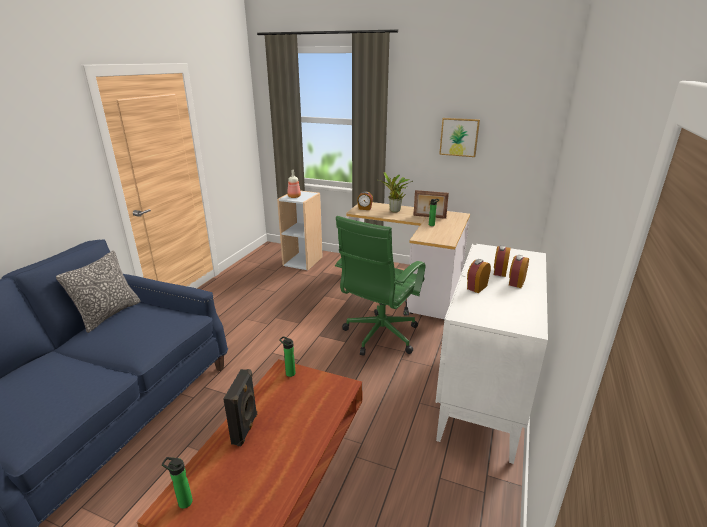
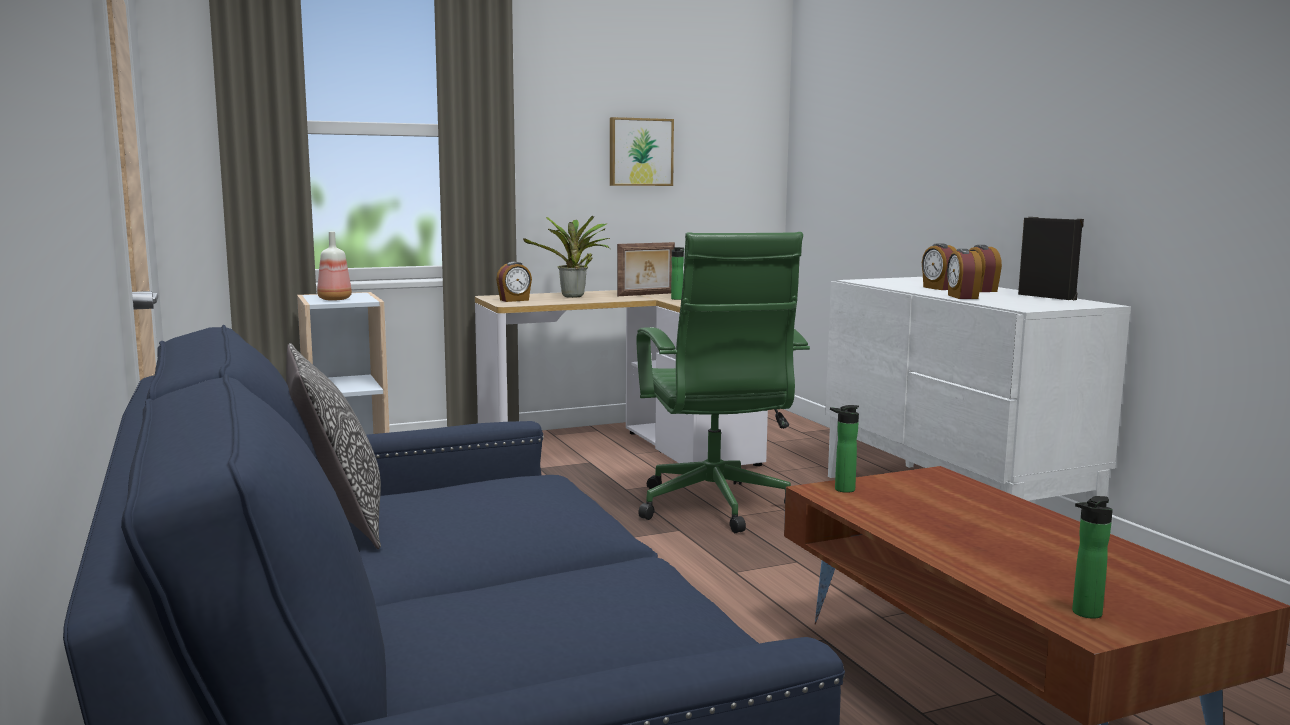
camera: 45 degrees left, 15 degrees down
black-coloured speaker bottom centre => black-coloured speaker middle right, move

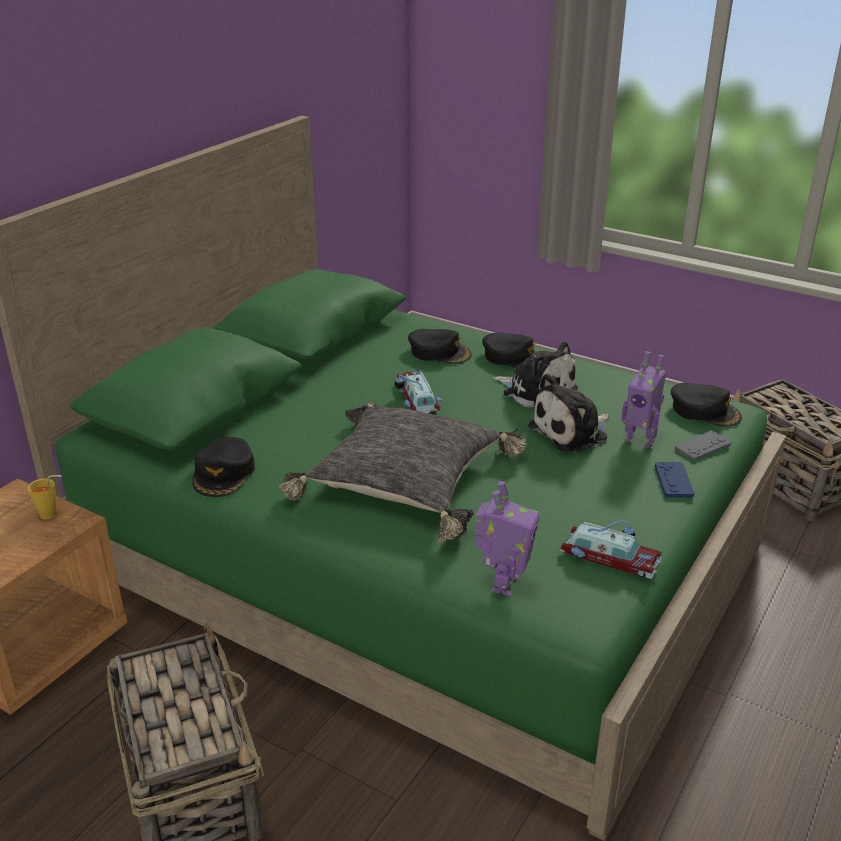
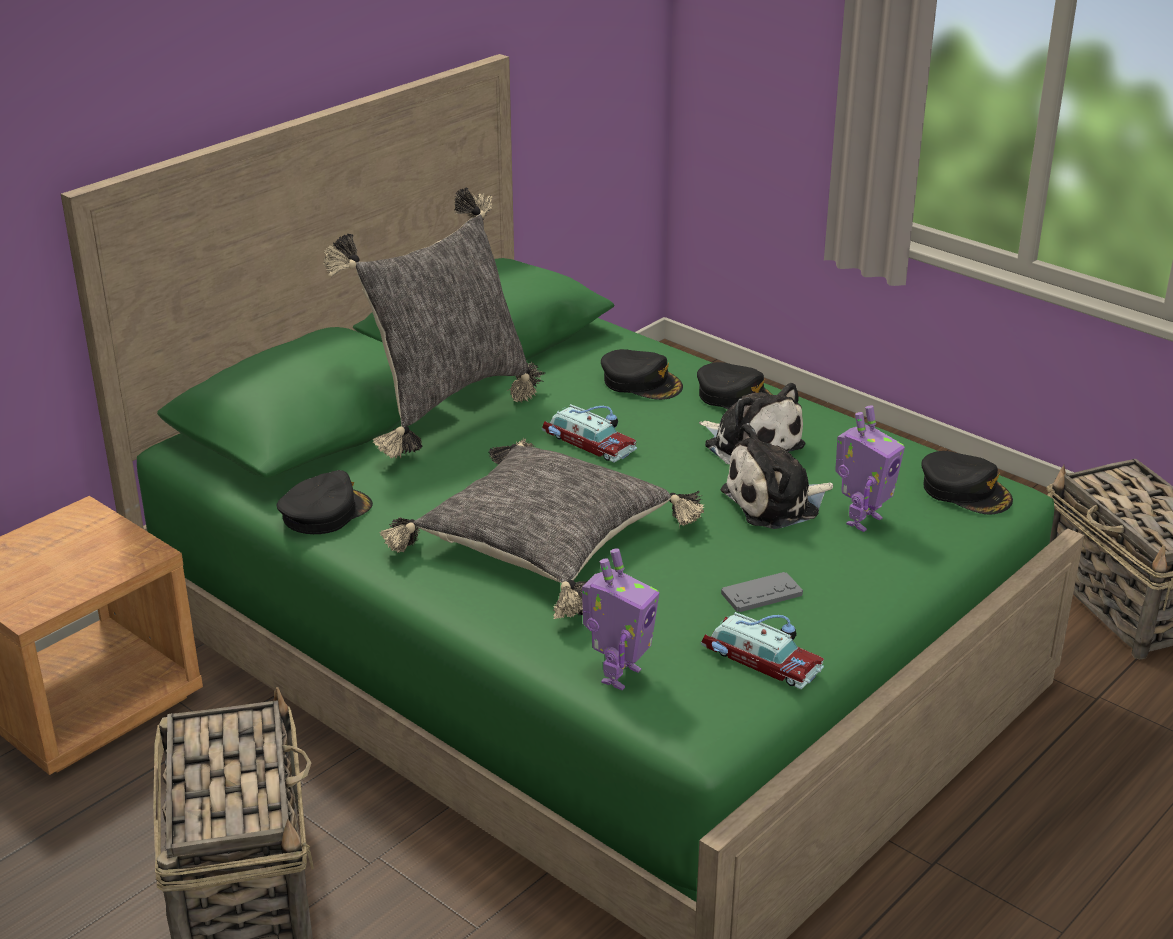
camera: 10 degrees right, 0 degrees up
model robot (2nd from left) middle right, 90 degrees counterclockwise
miniature car (1st from left) centre, 135 degrees clockwise
grey joypad middle right => grey joypad centre, move
black-coloured cap (1st from left) middle left, 150 degrees counterclockwise
blue joypad middle right => nothing
yellow cup middle left => nothing
nothing => cushion (1st from left) centre

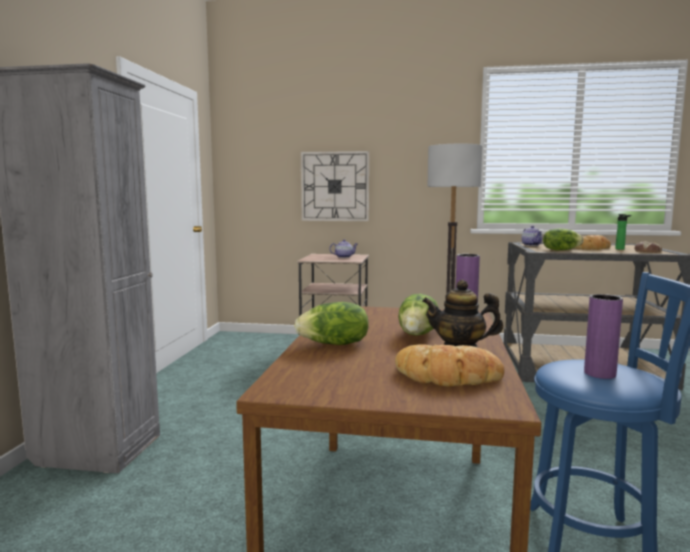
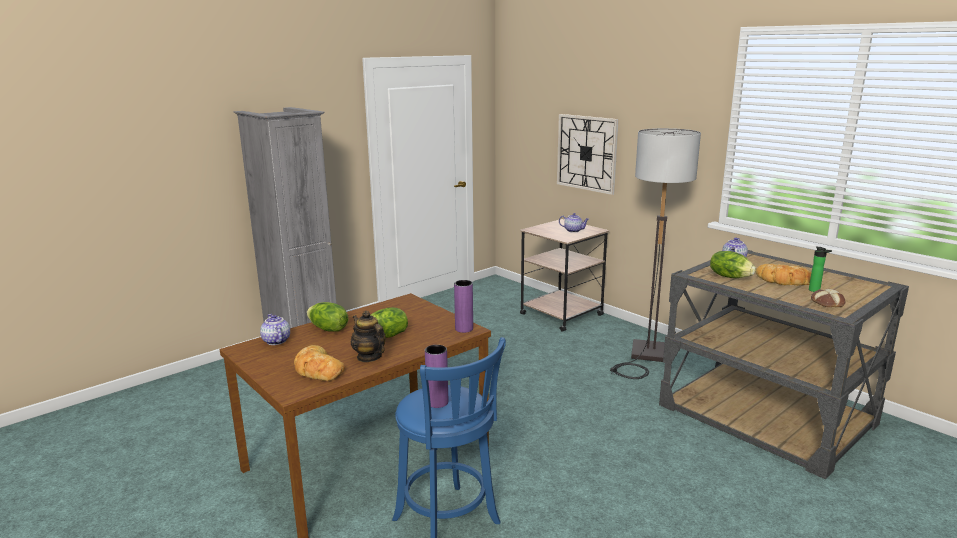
camera: 40 degrees right, 10 degrees up
nothing => tea pot (1st from left) middle left

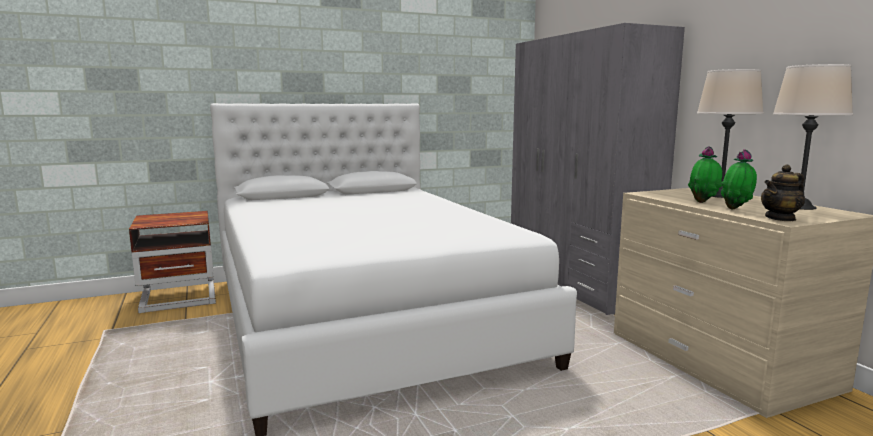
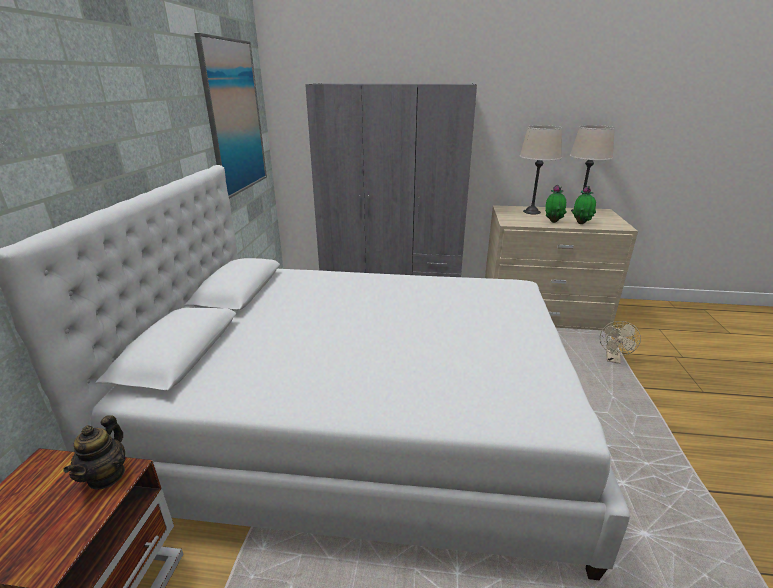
camera: 60 degrees left, 15 degrees up
tea pot middle right => tea pot bottom left, move
nothing => picture top left
nothing => sand-coloured fan middle right

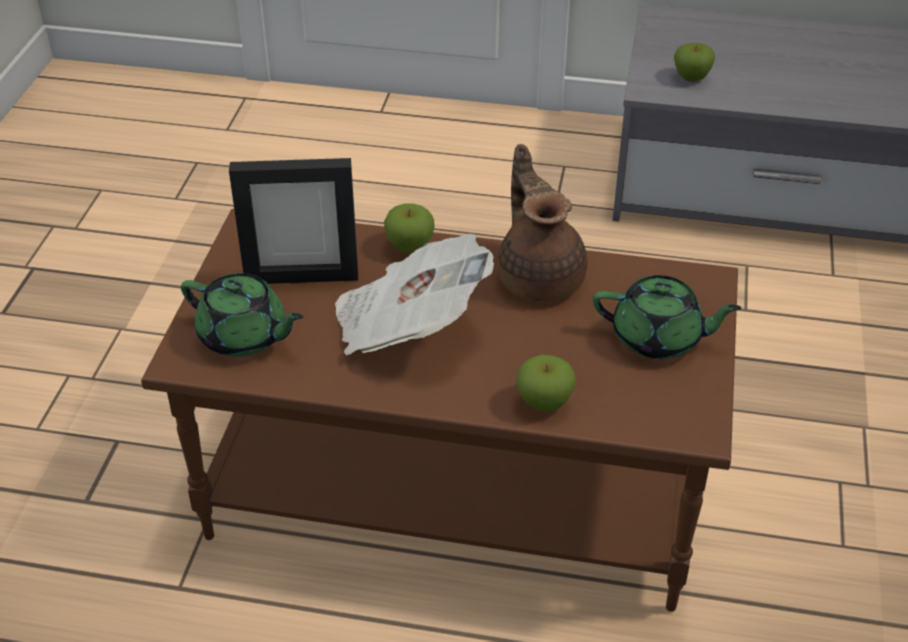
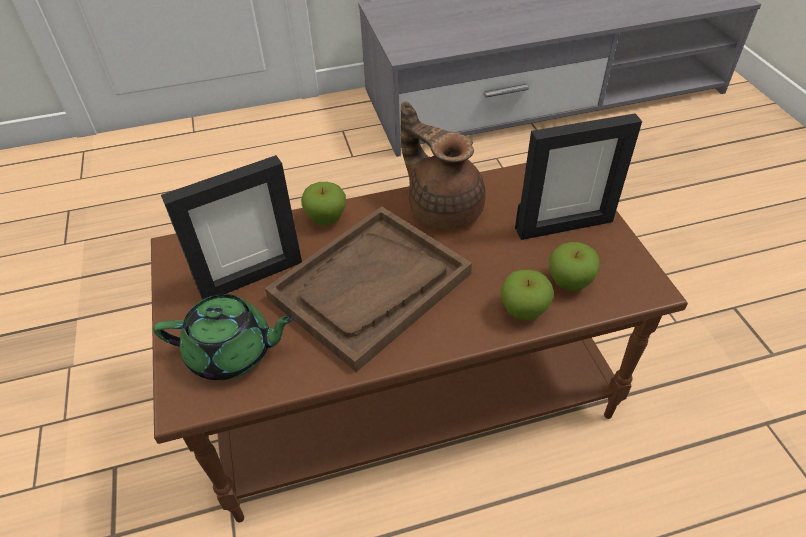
camera: 25 degrees left, 5 degrees up
whole apple (3rd from left) top right => whole apple (3rd from left) middle right, move
printed paper centre => brownish carrying tray centre
green-coloured tea pot (2nd from left) middle right => photo frame (2nd from left) top right

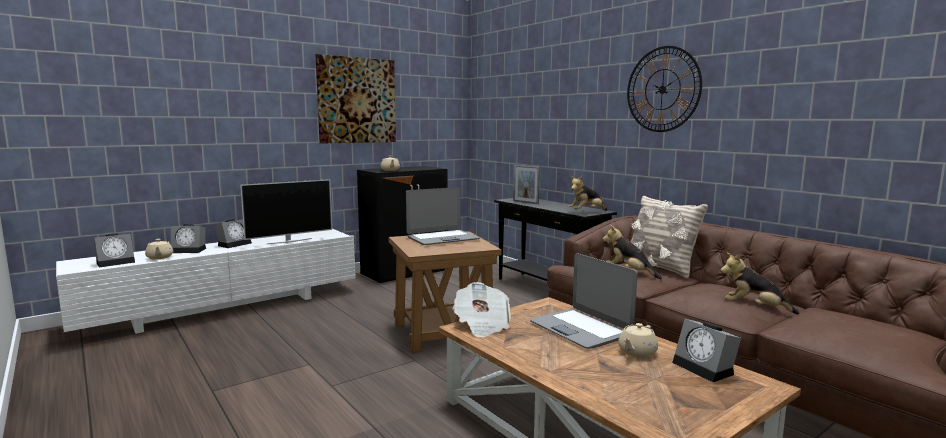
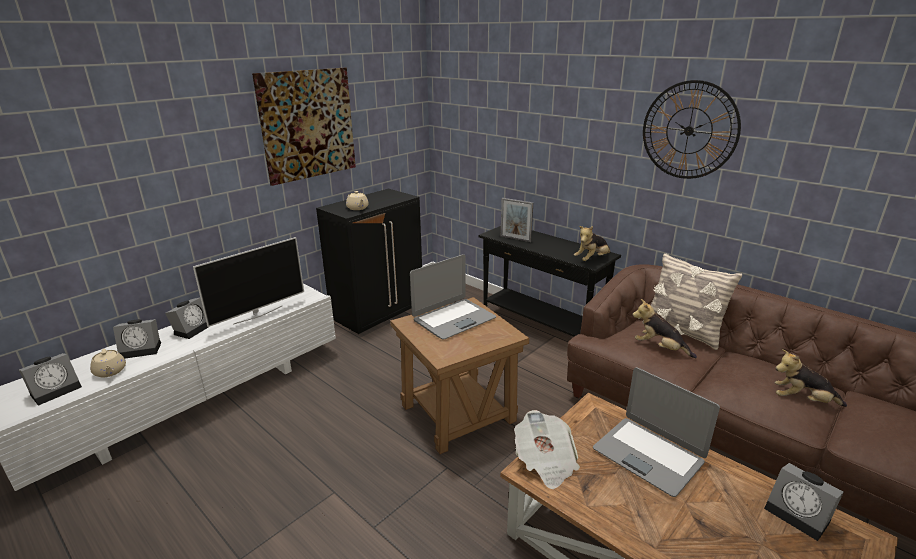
camera: 10 degrees left, 15 degrees up
sand-coloured tea pot (3rd from left) bottom right => nothing

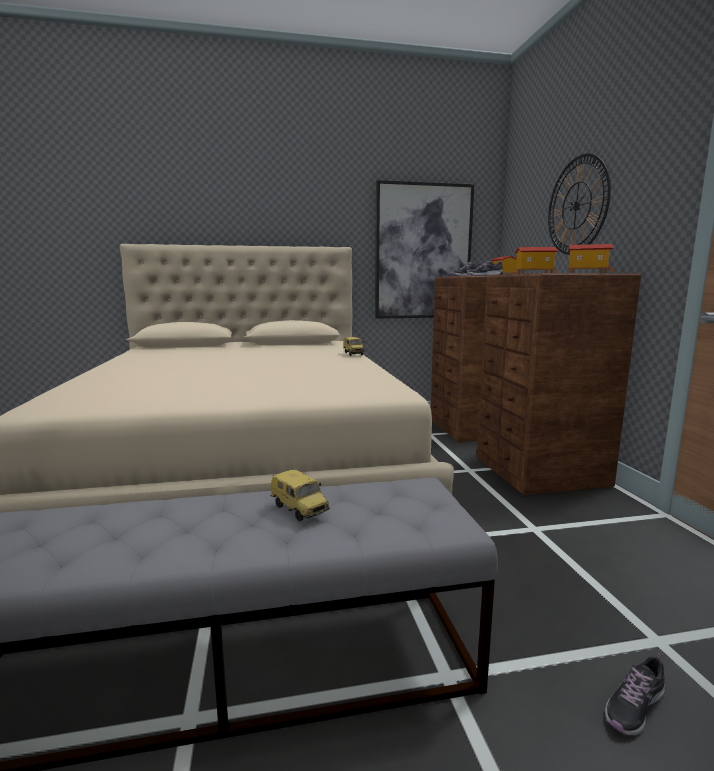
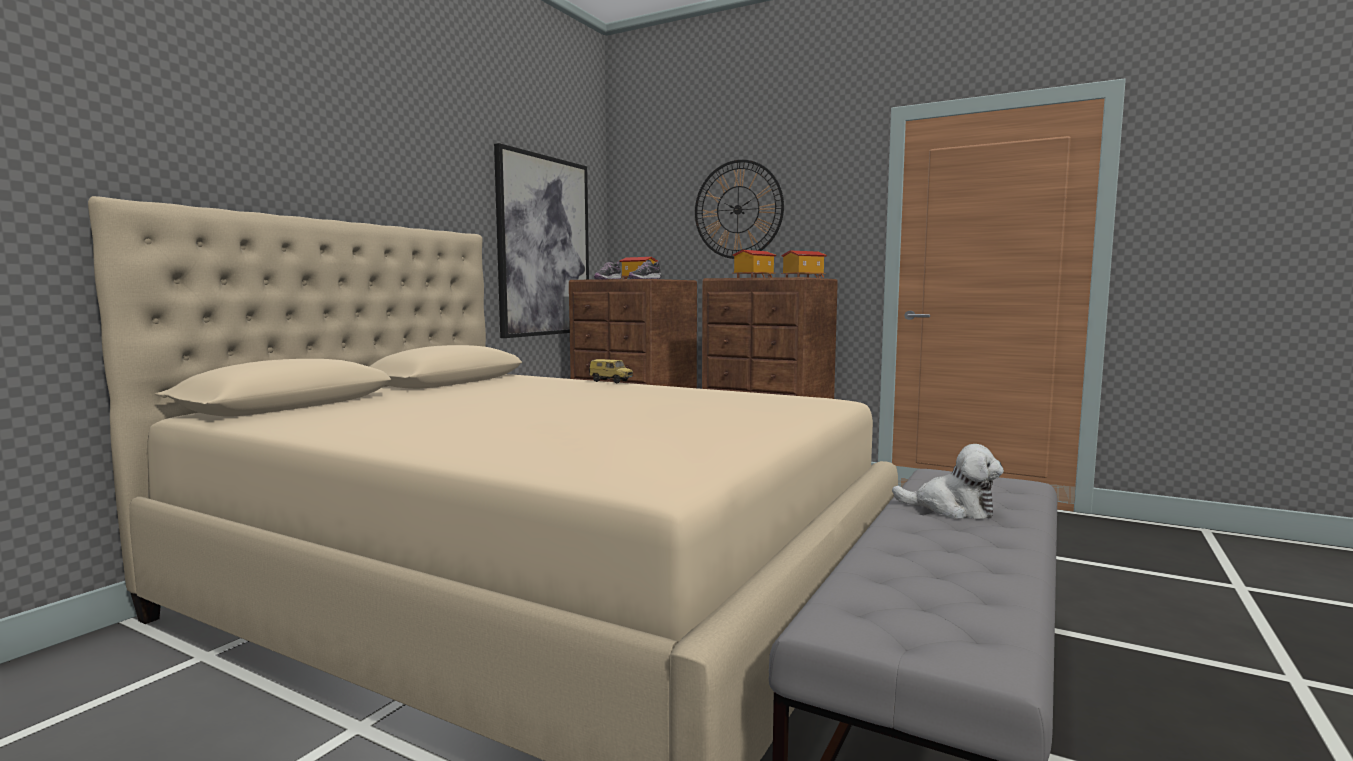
camera: 50 degrees left, 5 degrees down
miniature car (1st from left) centre => cuddly toy middle right
low shoe (3rd from left) bottom right => nothing

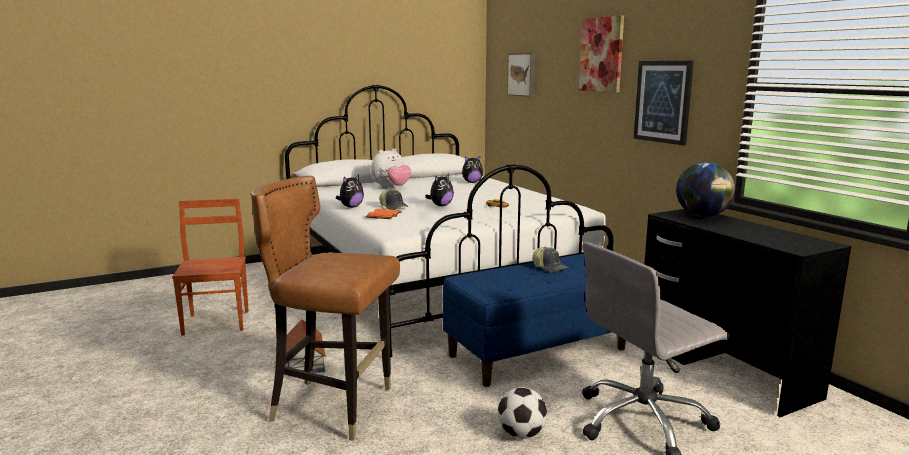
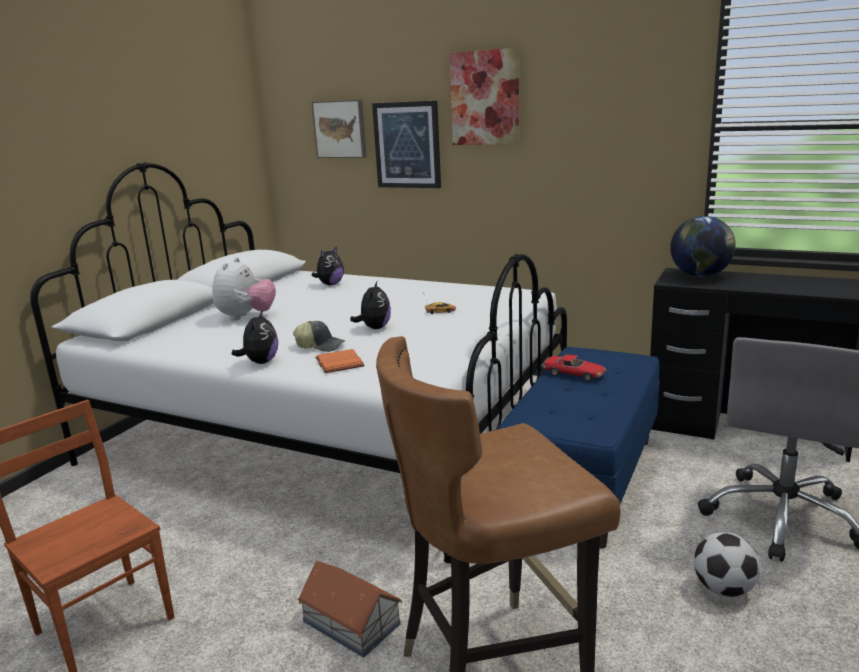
camera: 35 degrees left, 5 degrees up
picture (3rd from left in the first image) top right => picture (2nd from left) top centre, move
cap (2nd from left) centre => miniature car (2nd from left) middle right

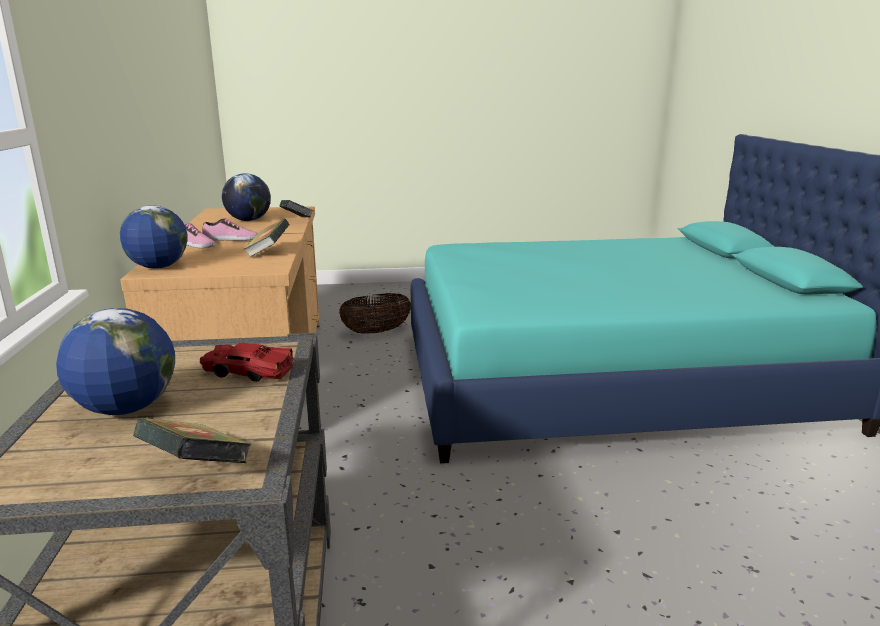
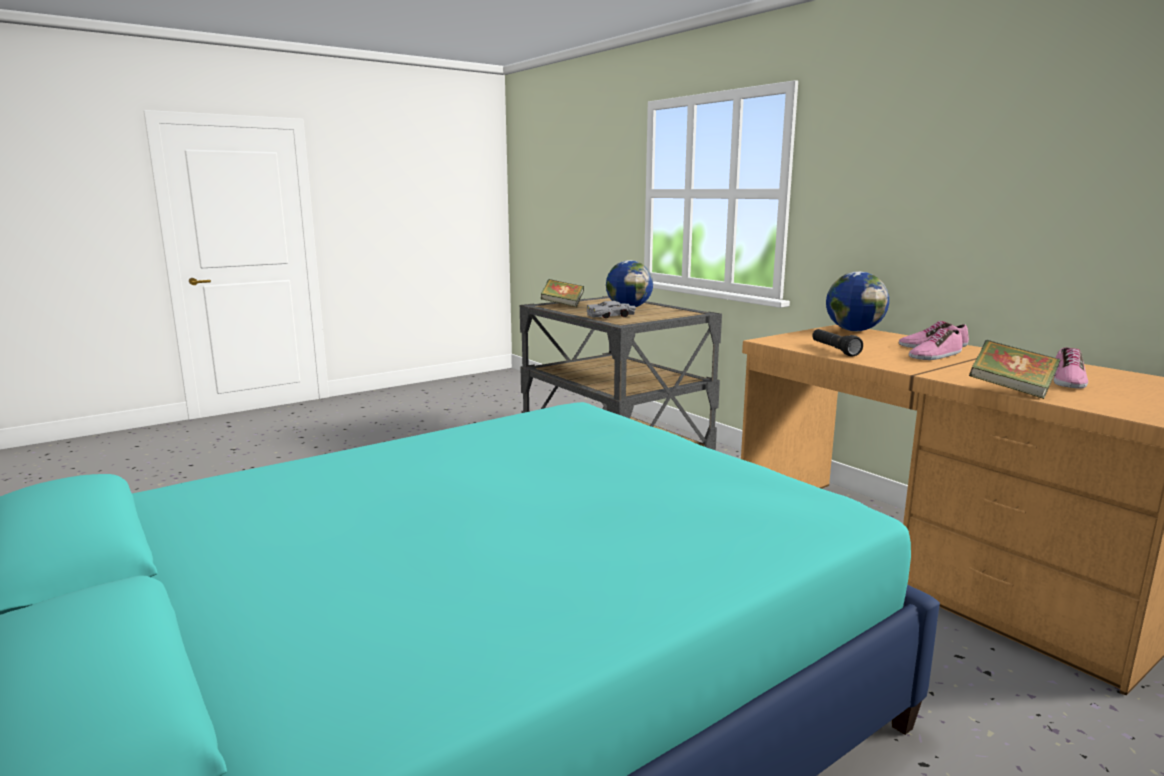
camera: 150 degrees right, 5 degrees down
desk globe (3rd from left) top left => low shoe (3rd from left) middle right
volume (2nd from left) middle left => black-coloured torch middle right
storage basket centre => nothing
red-coloured miniature car middle left => grey miniature car centre

